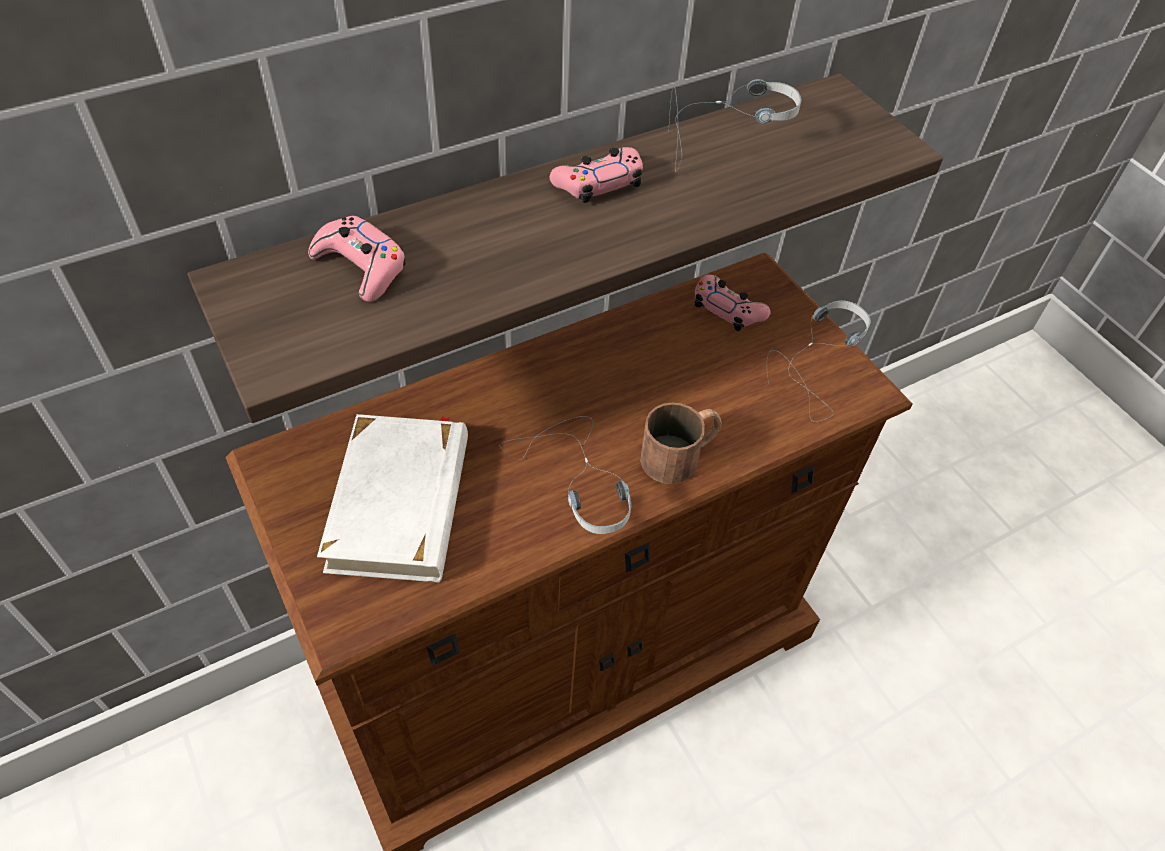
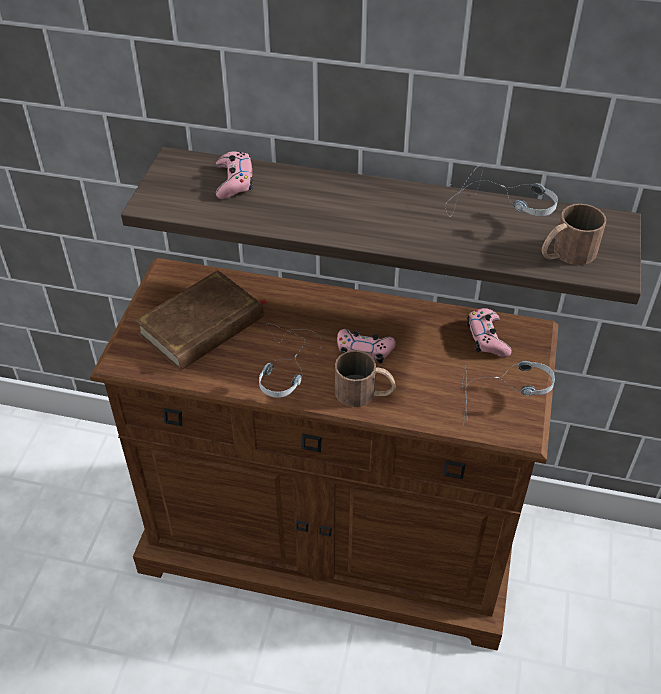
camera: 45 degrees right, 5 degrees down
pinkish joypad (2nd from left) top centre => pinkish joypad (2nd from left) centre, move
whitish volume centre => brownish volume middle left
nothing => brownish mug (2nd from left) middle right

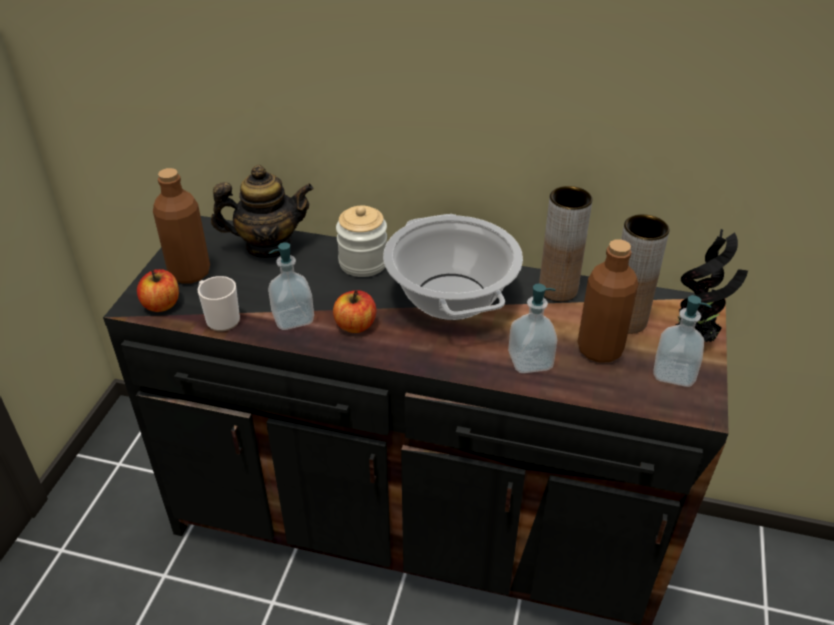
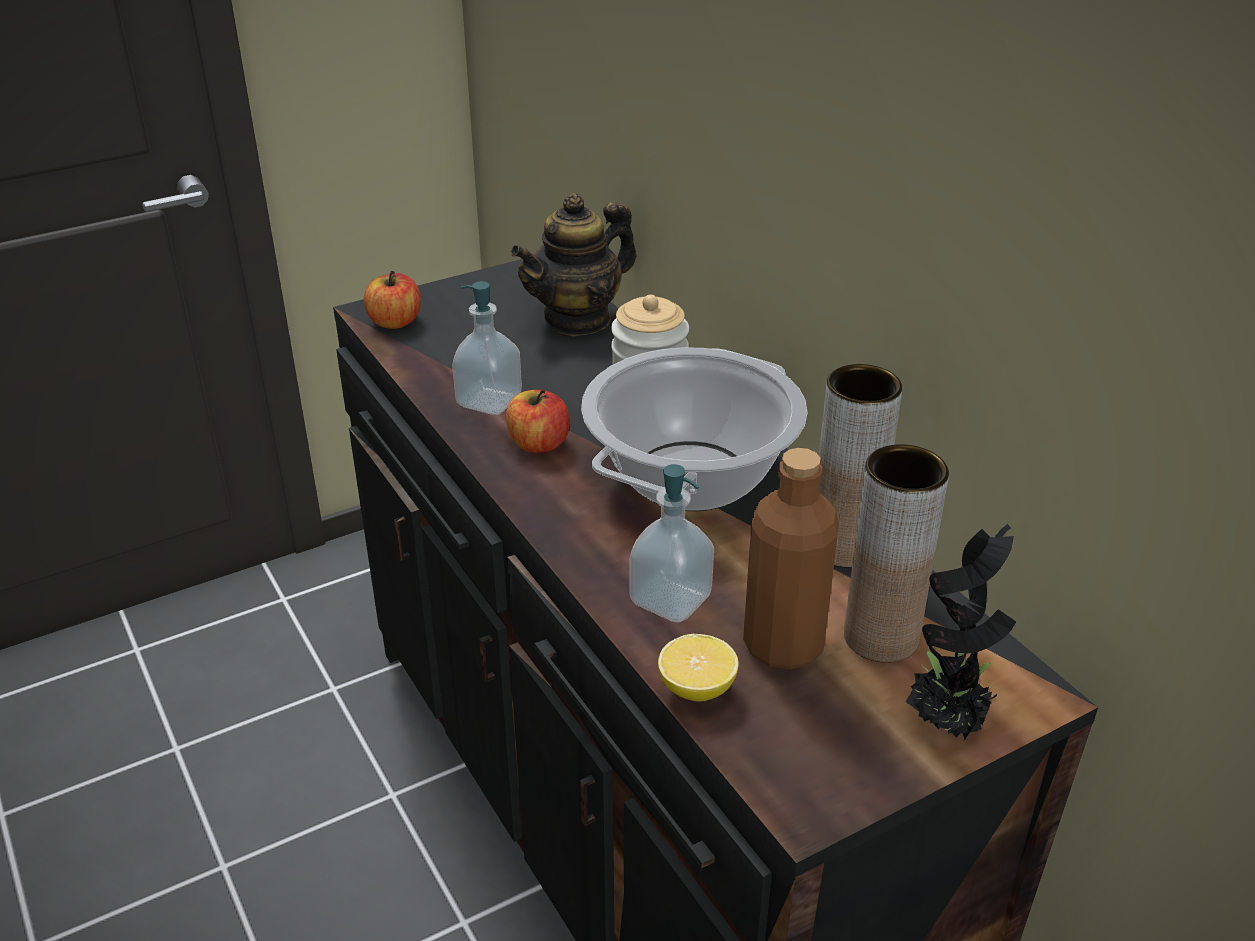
camera: 45 degrees right, 5 degrees down
tea pot middle left => tea pot top centre, 105 degrees clockwise
brownish bottle (1st from left) middle left => nothing
mug middle left => nothing
soap dispenser (3rd from left) middle right => nothing
nothing => whole lemon bottom centre

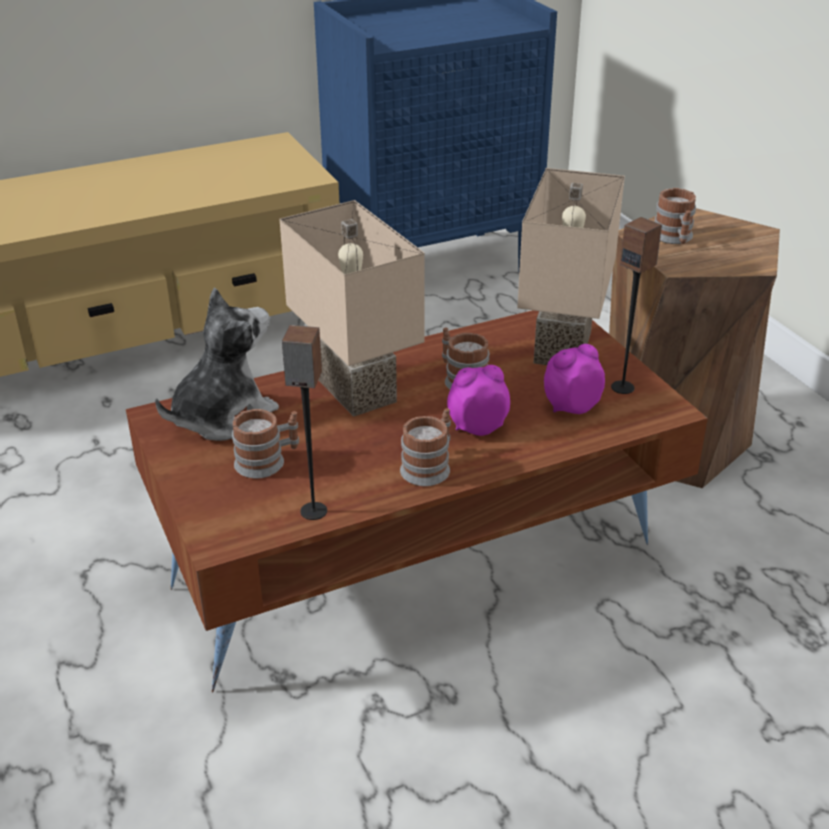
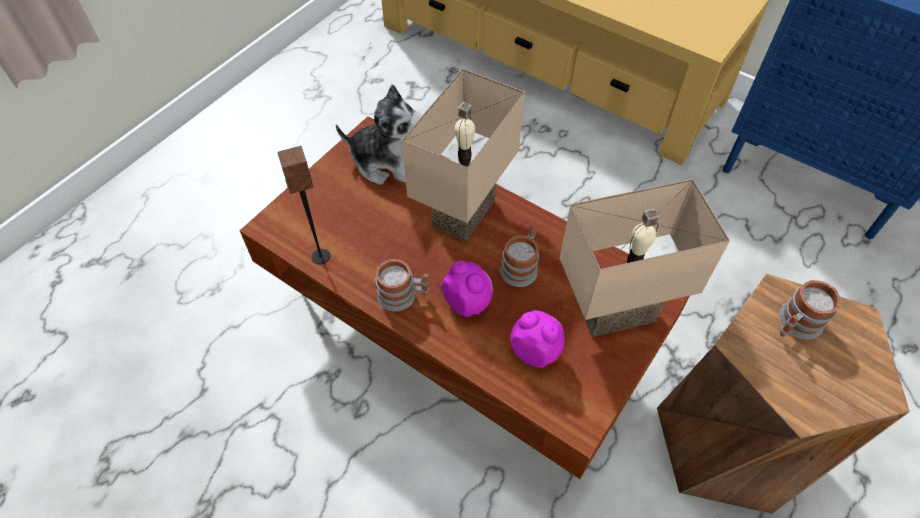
camera: 60 degrees right, 20 degrees up
speaker (2nd from left) middle right => nothing
mug (1st from left) middle left => nothing

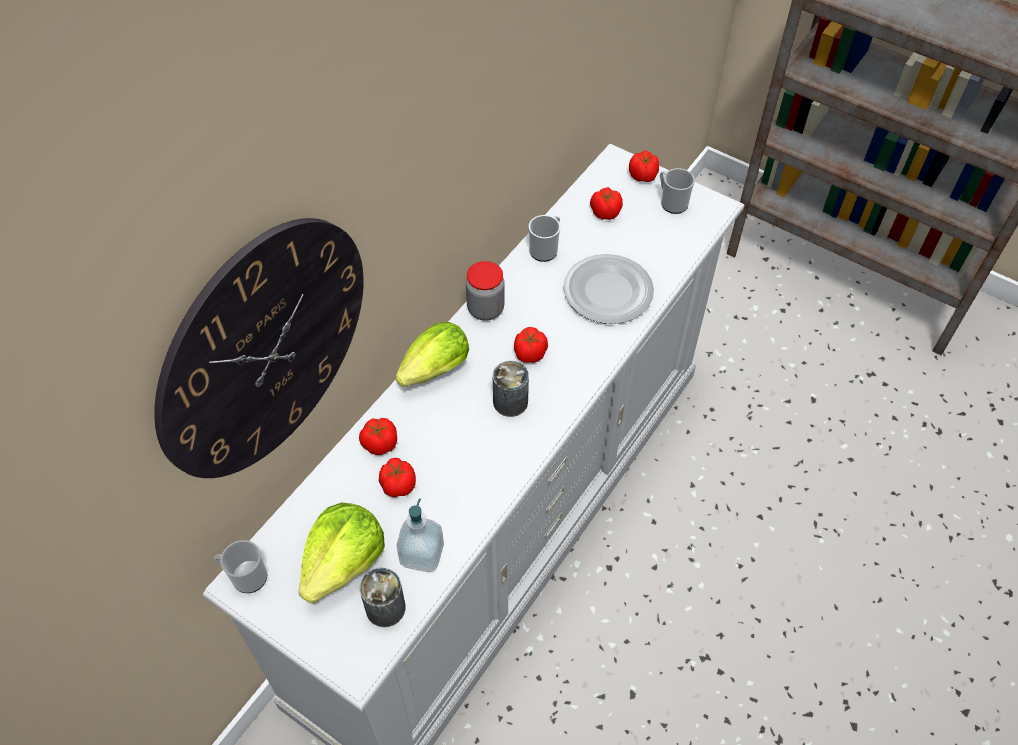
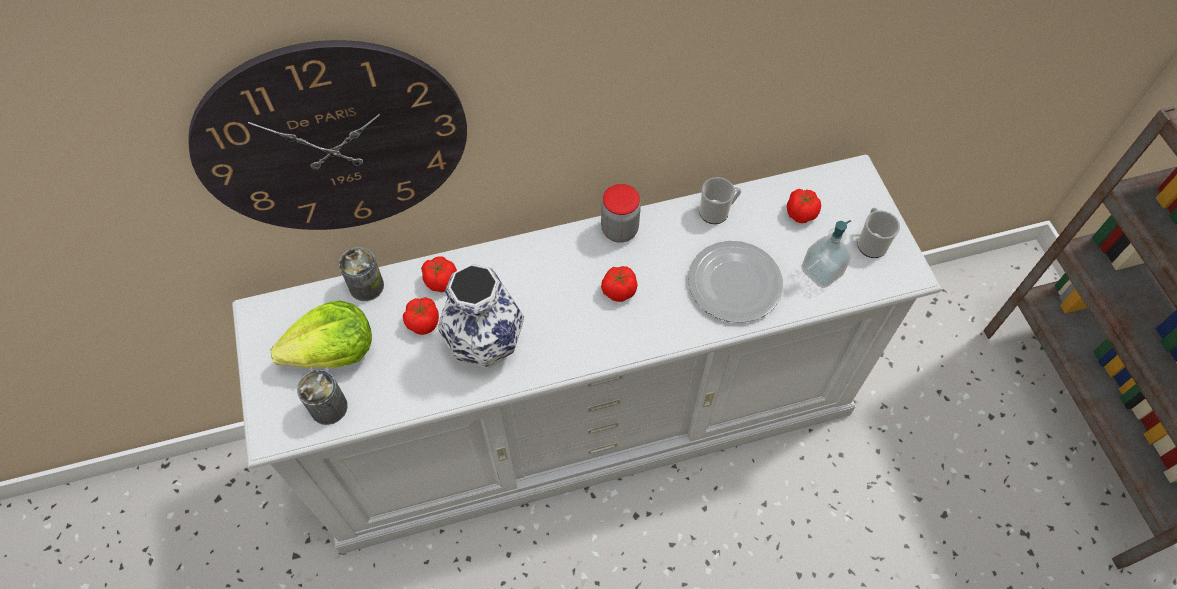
camera: 40 degrees right, 5 degrees up
whole tomato (5th from left) top centre => nothing
lettuce head (2nd from left) centre => nothing
can (2nd from left) centre => can (2nd from left) middle left, move
soap dispenser bottom centre => soap dispenser middle right, move
mug (1st from left) bottom left => nothing
nothing => flower vase centre

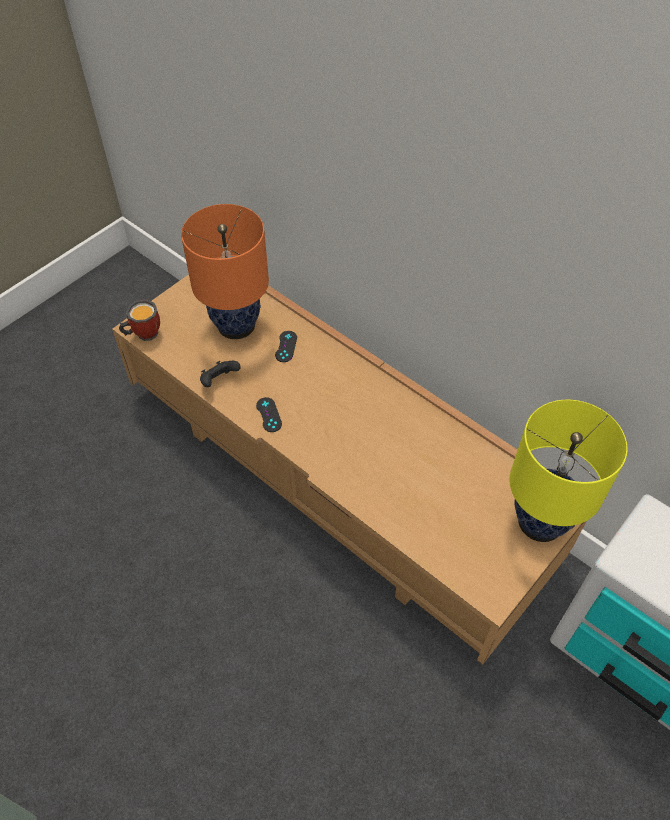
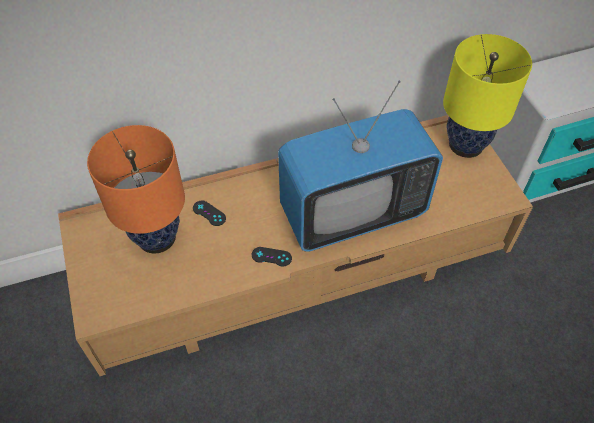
camera: 60 degrees left, 0 degrees up
mug middle left => nothing
black-coloured joypad (1st from left) middle left => nothing
nothing => TV set centre

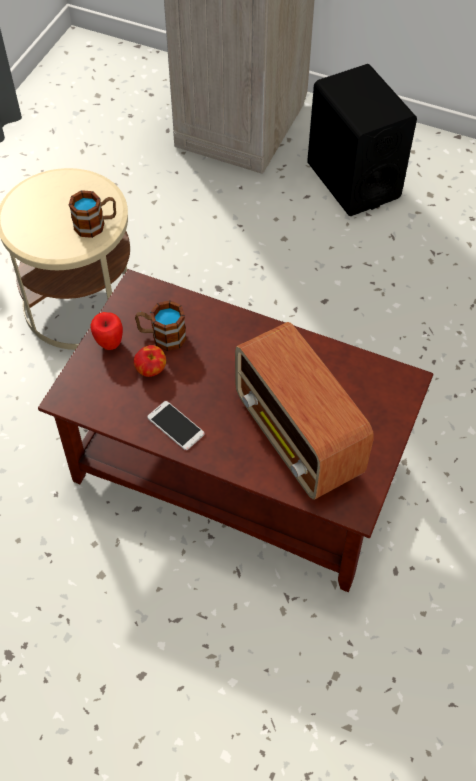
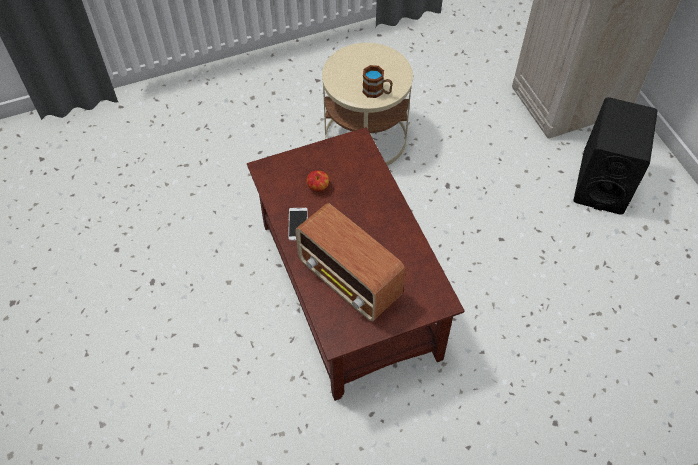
camera: 45 degrees right, 0 degrees up
mug (2nd from left) centre => nothing
whole apple (1st from left) middle left => nothing
radio set centre, 60 degrees counterclockwise

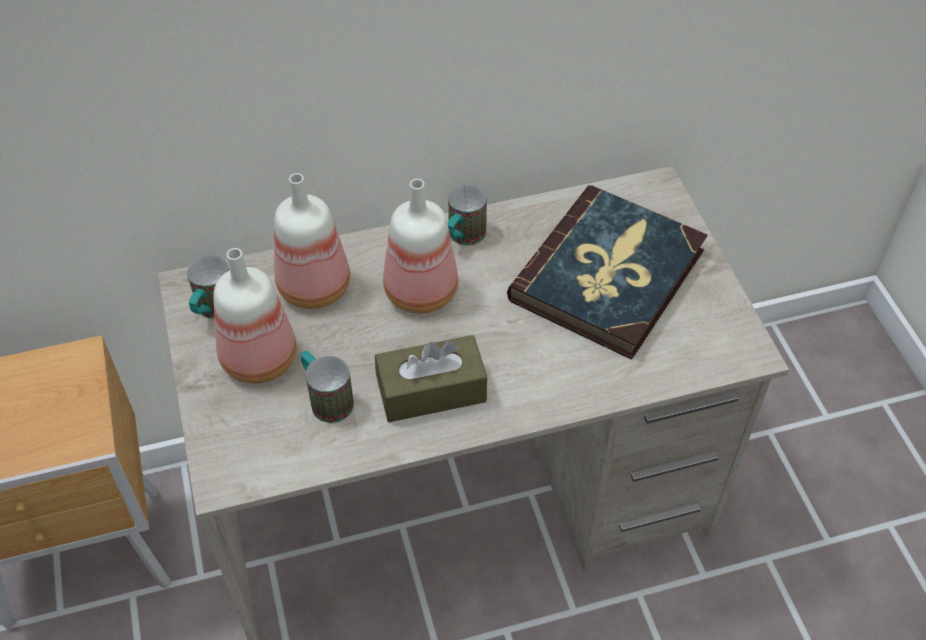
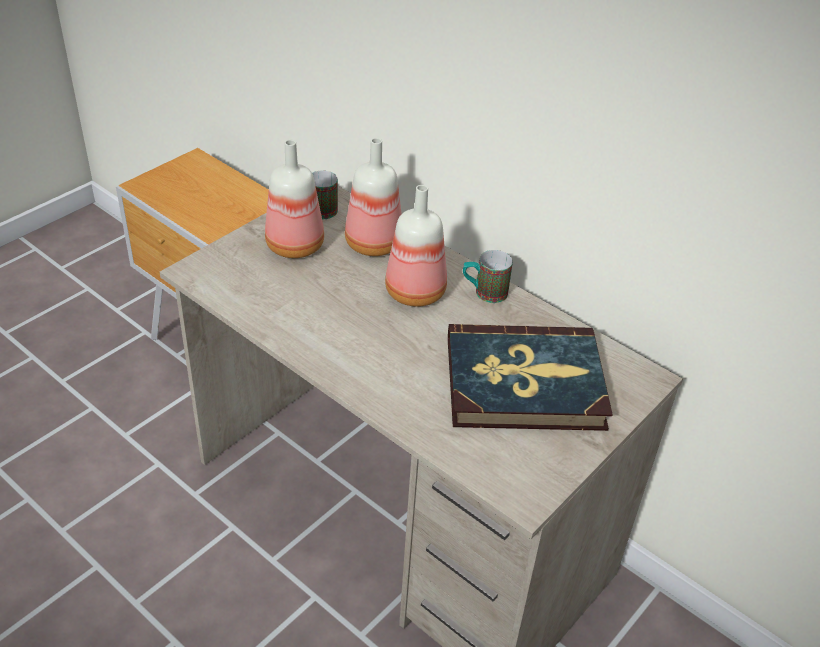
camera: 55 degrees right, 10 degrees down
brownish box of tissues centre => nothing
mug (2nd from left) centre => nothing

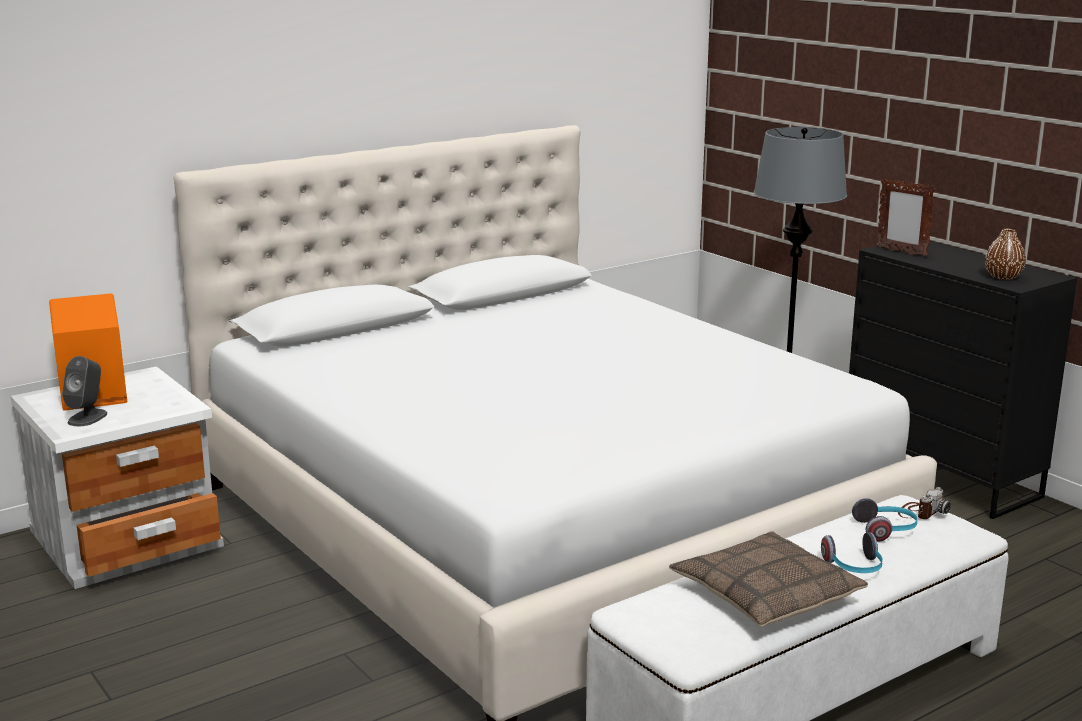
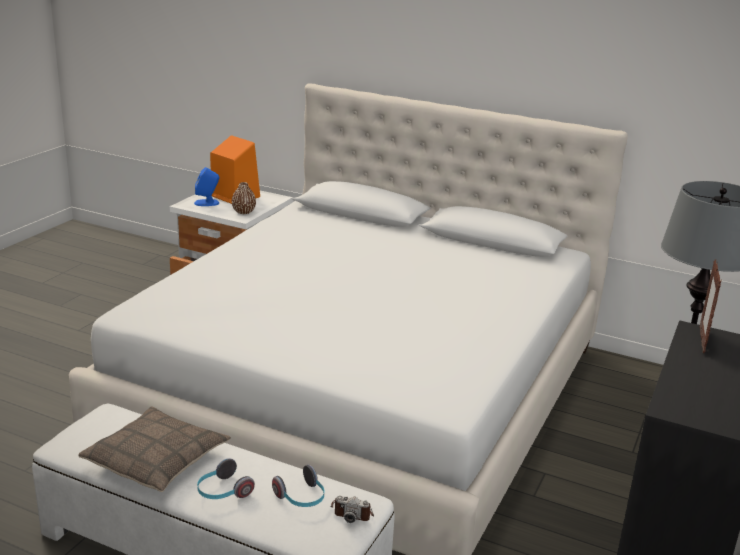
camera: 60 degrees right, 5 degrees up
brownish flower vase middle right => brownish flower vase middle left, move
grey speaker middle left => blue speaker middle left

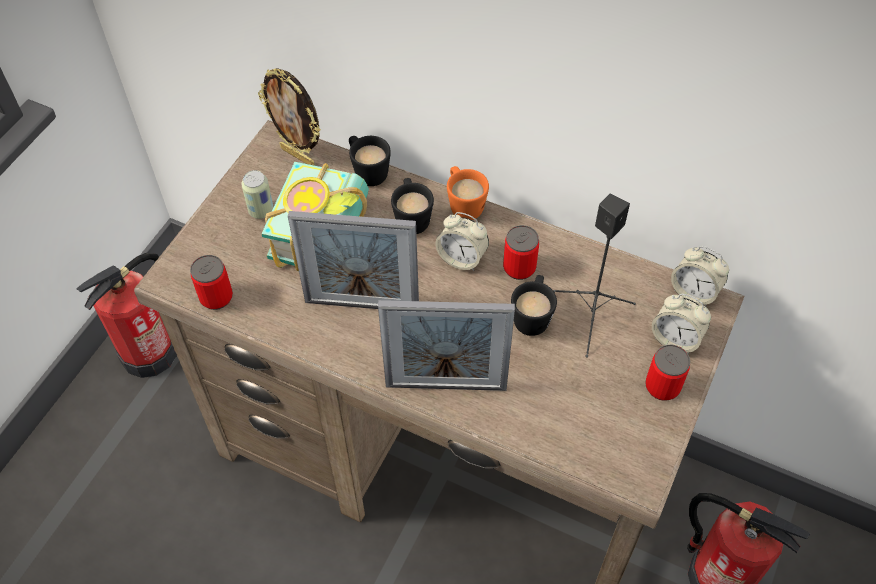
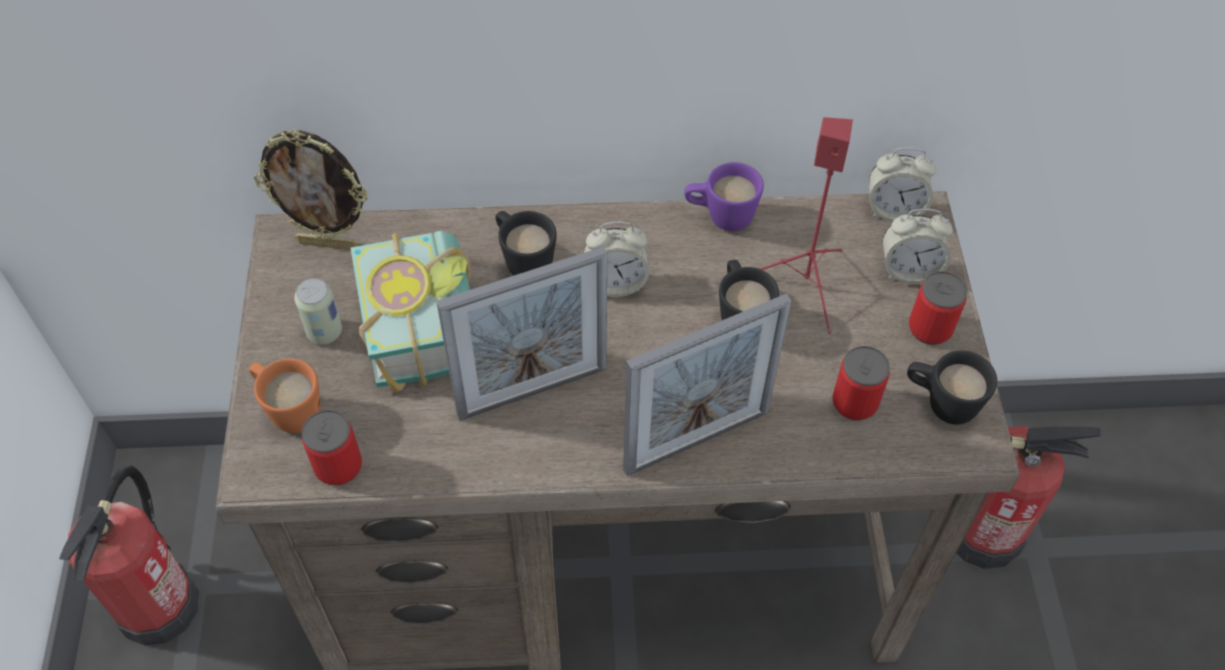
camera: 30 degrees left, 0 degrees up
black-coloured mug (1st from left in the first image) top centre => black-coloured mug (3rd from left) middle right, move
orange mug top centre => orange mug middle left, move
black-coloured speaker middle right => red-coloured speaker centre
can (3rd from left) centre => can (3rd from left) middle right, move
nothing => purplish mug top centre

